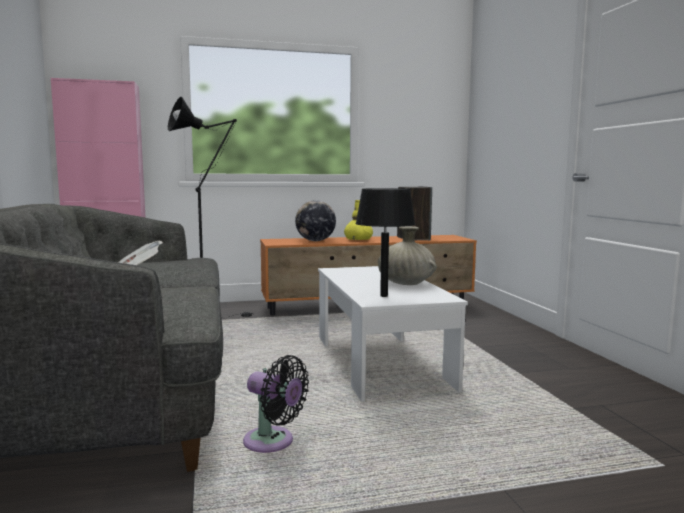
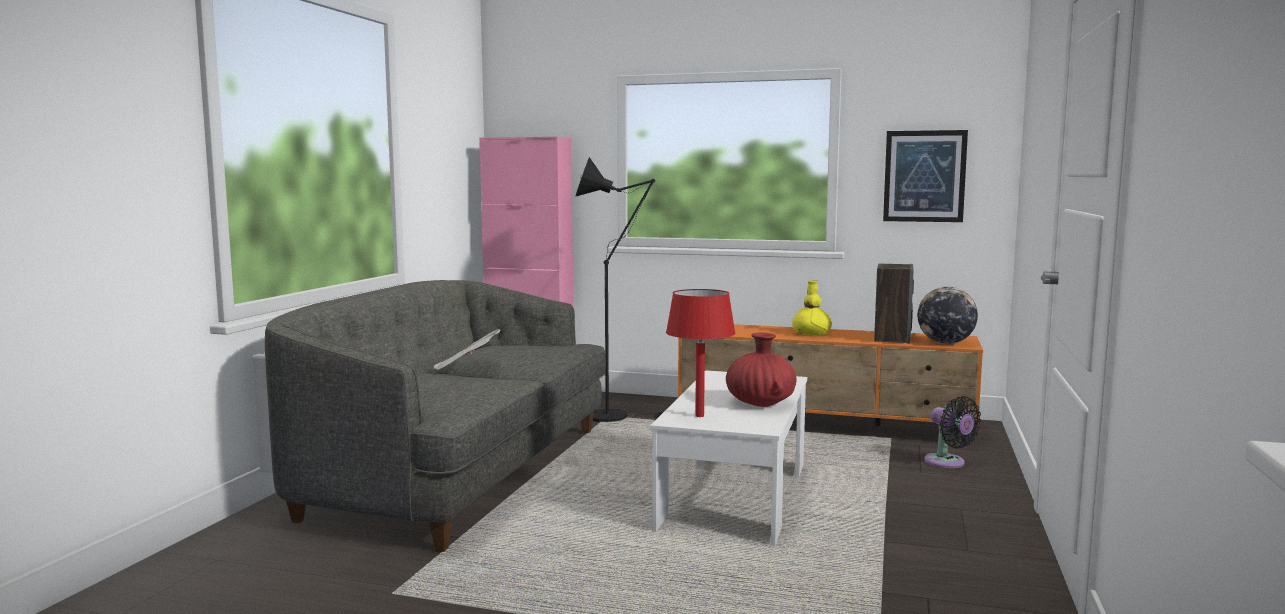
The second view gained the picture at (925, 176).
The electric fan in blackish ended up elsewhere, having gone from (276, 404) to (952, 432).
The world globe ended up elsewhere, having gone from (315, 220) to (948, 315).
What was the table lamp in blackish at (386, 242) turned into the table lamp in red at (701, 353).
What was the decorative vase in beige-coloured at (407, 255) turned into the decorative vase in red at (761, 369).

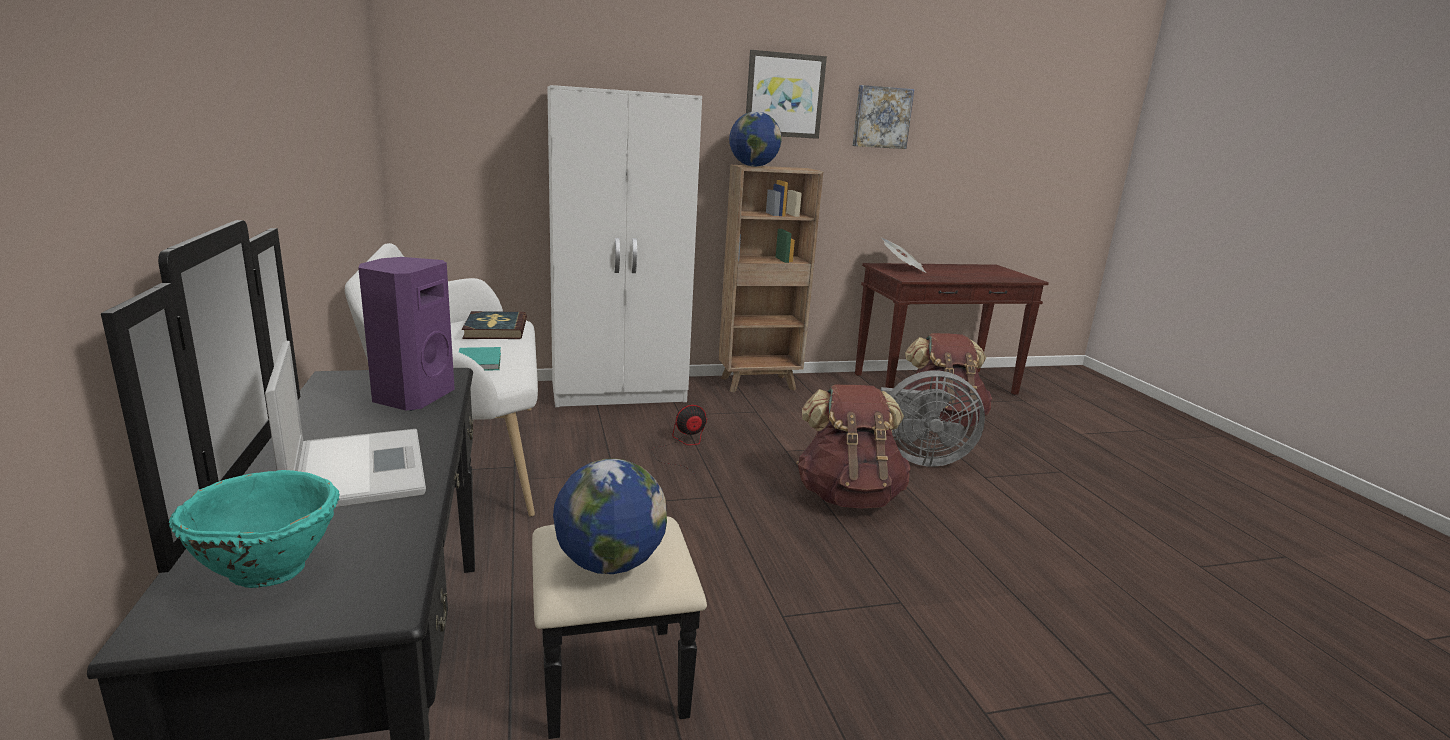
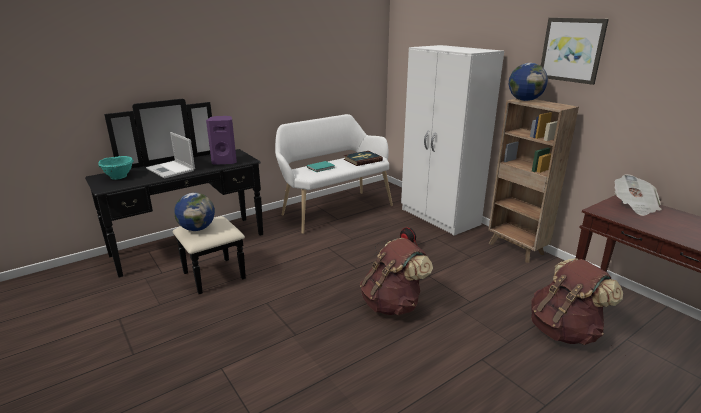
The second view lost the picture at (883, 117).
The second view lost the electric fan in grey at (933, 418).
The notebook computer at (345, 424) ended up facing another way, 90 degrees clockwise from before.

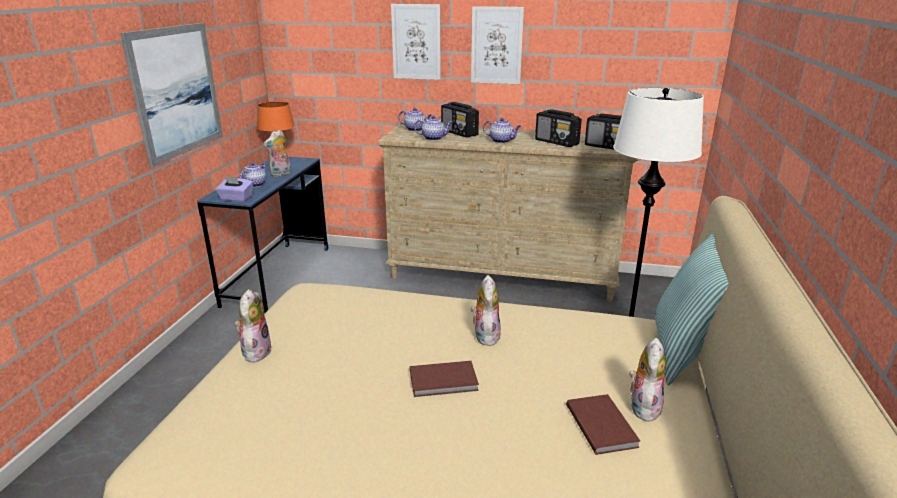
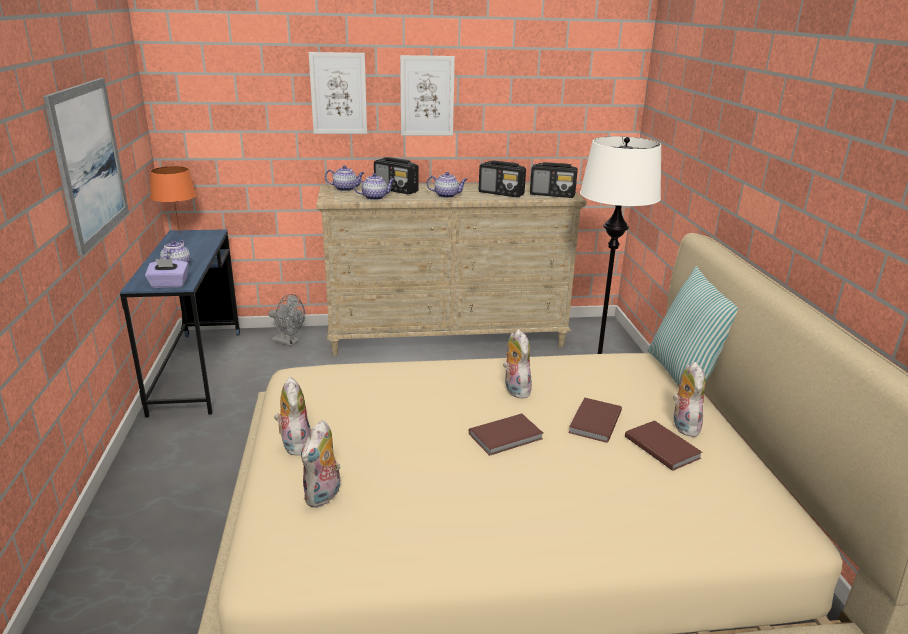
The second view gained the electric fan in grey at (286, 320).
The second view gained the book in brownish at (595, 420).
The plush toy ended up elsewhere, having gone from (277, 153) to (321, 464).

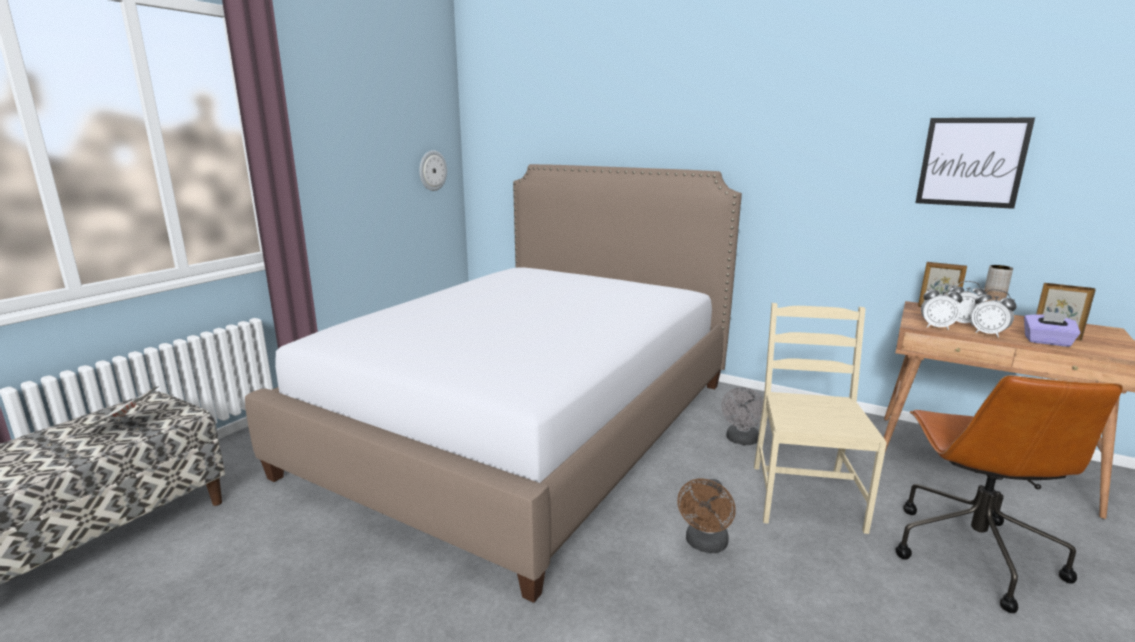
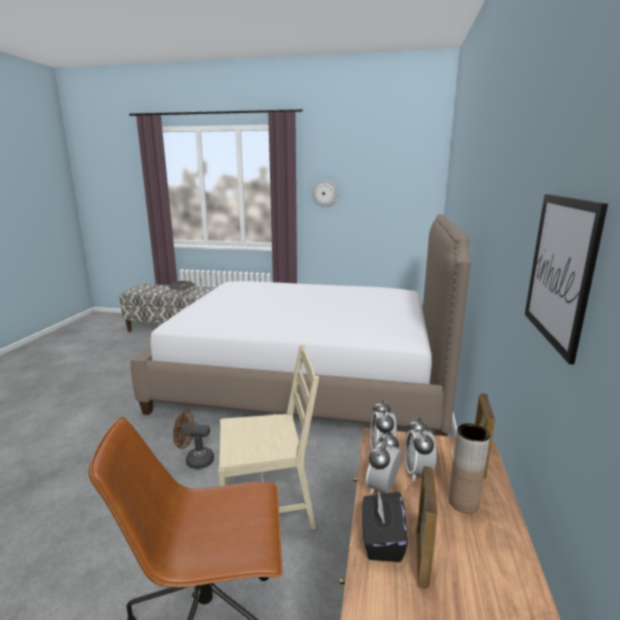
The second view lost the electric fan in grey at (742, 416).
The hanging clock ended up elsewhere, having gone from (433, 170) to (325, 193).
What was the tissue holder in purple-coloured at (1052, 329) turned into the tissue holder in blackish at (385, 526).

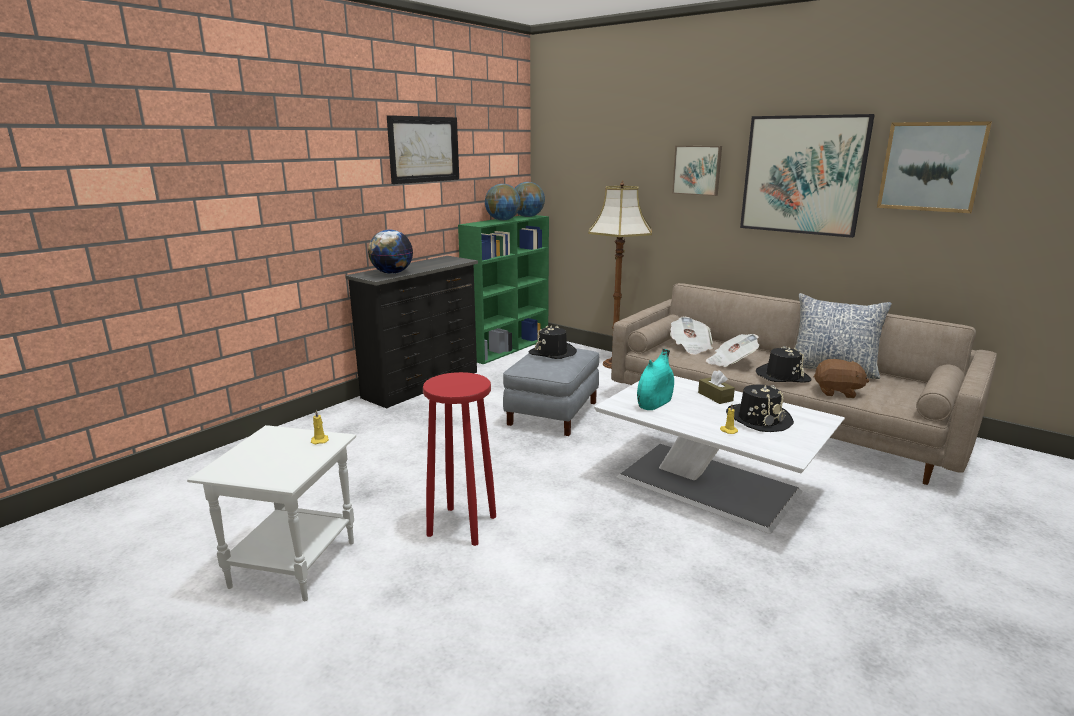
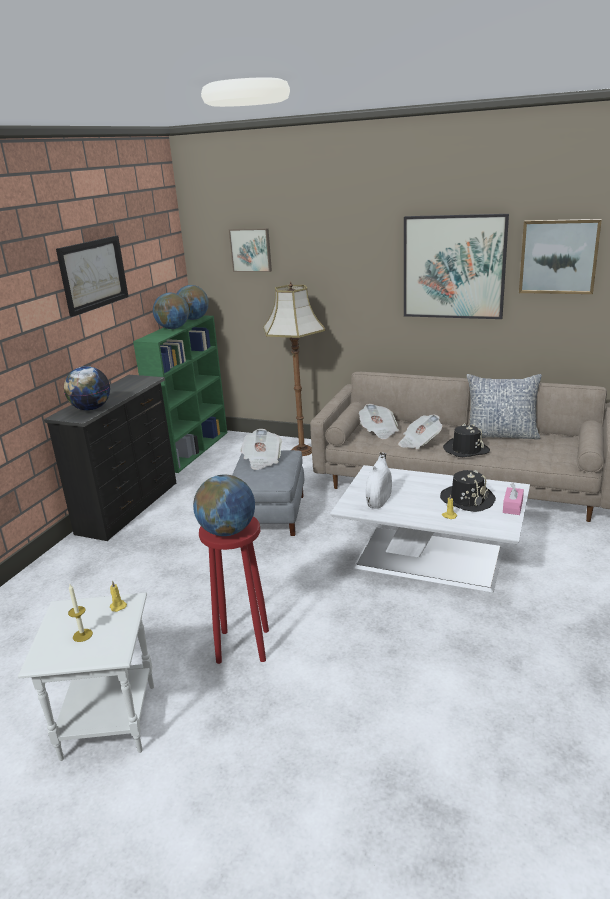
The second view lost the tissue holder in brownish at (716, 387).
The second view lost the plush toy in brownish at (841, 378).
The second view gained the wax candle at (80, 613).
The second view gained the world globe at (224, 505).
The second view gained the tissue holder in pink at (513, 499).
The picture ended up elsewhere, having gone from (697, 171) to (250, 250).
Where the wearable hat in blackish stood at (553, 342), the daily paper came to stand at (261, 449).
What was the decorative vase in turquoise-coloured at (655, 379) turned into the decorative vase in whitish at (379, 480).

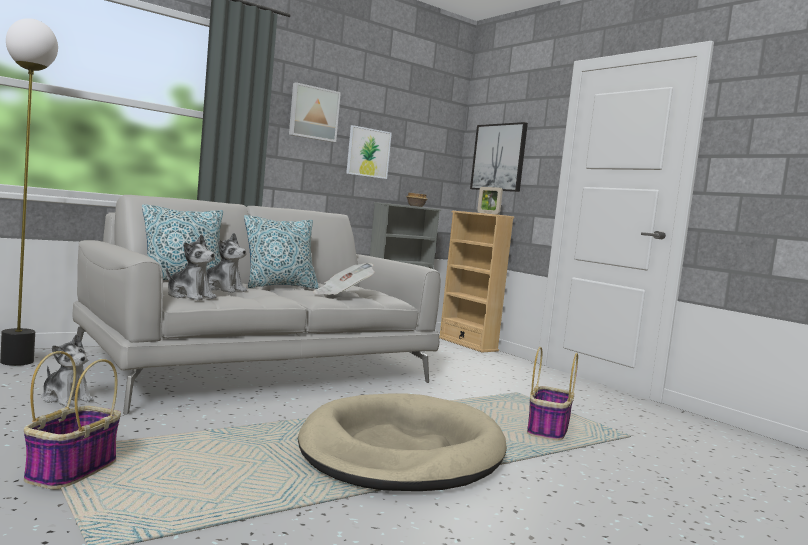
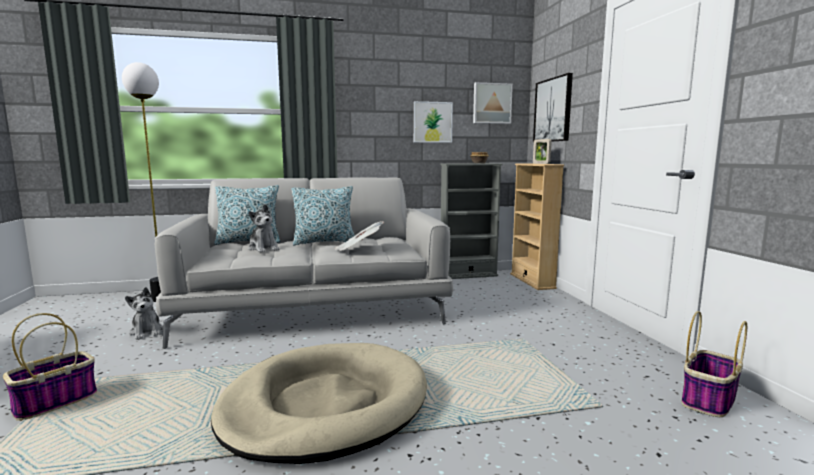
The second view lost the plush toy at (191, 267).
The picture ended up elsewhere, having gone from (315, 112) to (493, 103).
The household basket ended up elsewhere, having gone from (552, 393) to (714, 364).

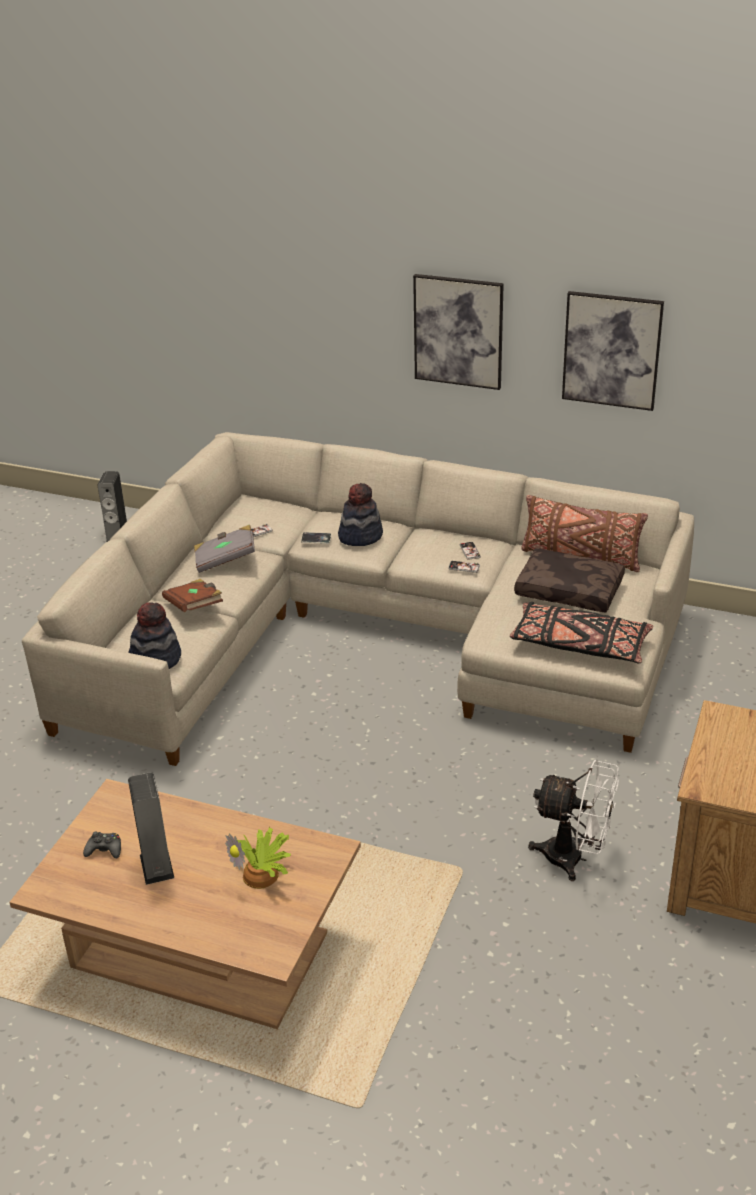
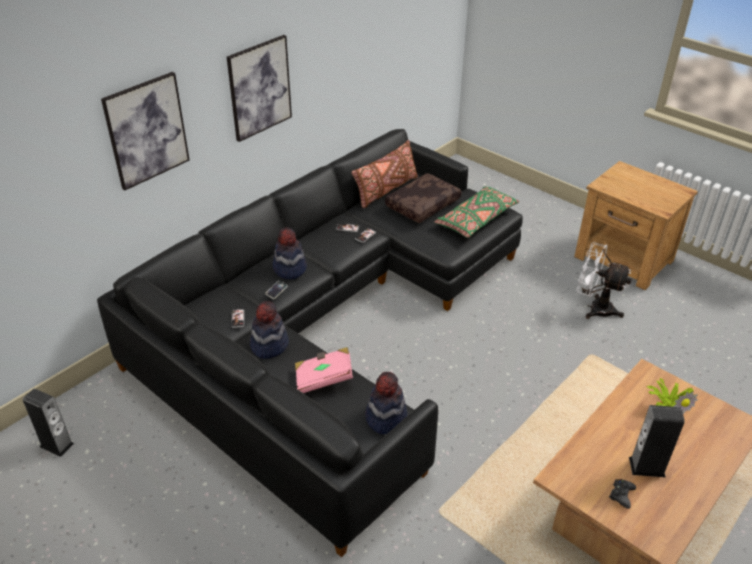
The picture ended up elsewhere, having gone from (613, 351) to (145, 131).
Where the book in grey stood at (224, 549), the wearable hat came to stand at (269, 330).
What was the sofa in beige-coloured at (358, 599) turned into the sofa in blackish at (310, 343).
What was the book in brownish at (192, 595) turned into the book in pink at (324, 370).
What was the throw pillow in blackish at (581, 632) turned into the throw pillow in green-coloured at (476, 212).
The electric fan in whitish at (573, 820) ended up facing another way, 105 degrees counterclockwise from before.

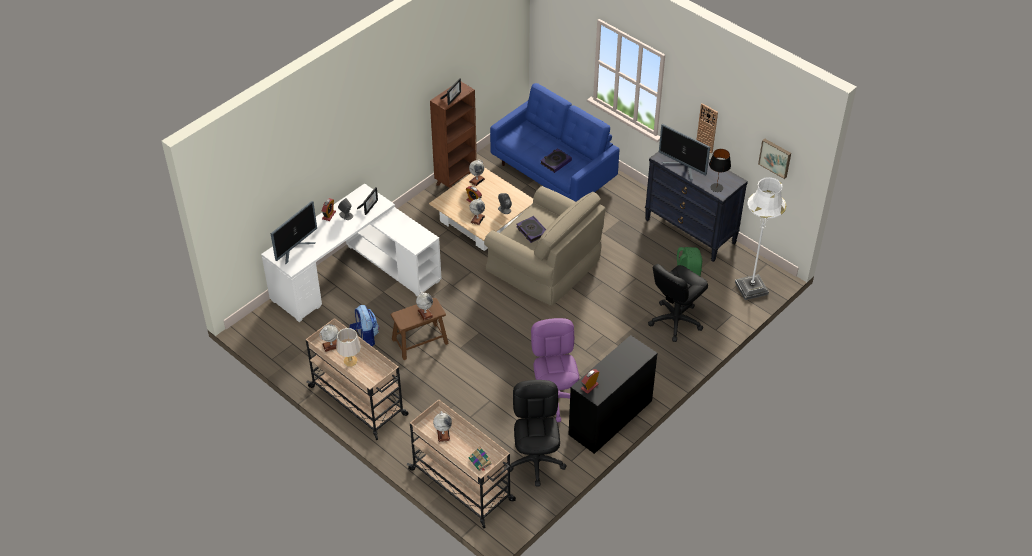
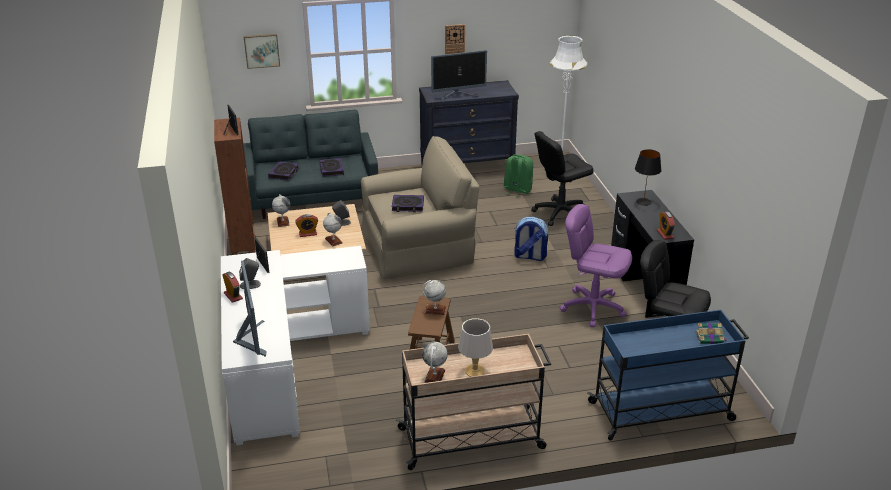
The second view lost the world globe at (442, 426).
The second view gained the book at (283, 171).
The knapsack ended up elsewhere, having gone from (364, 325) to (531, 239).
The table lamp in blackish ended up elsewhere, having gone from (720, 170) to (648, 177).
The picture ended up elsewhere, having gone from (774, 158) to (261, 51).
What was the cart in beige-coloured at (461, 463) turned into the cart in bluish at (668, 375).
What was the sofa in bluish at (555, 142) turned into the sofa in grey at (310, 164).
The desk chair in blackish at (678, 303) ended up facing another way, 75 degrees clockwise from before.

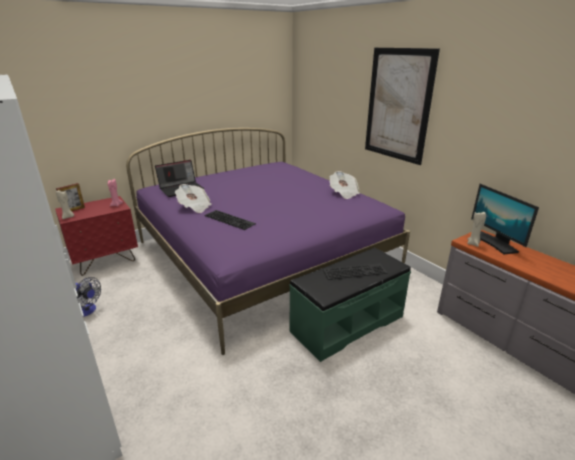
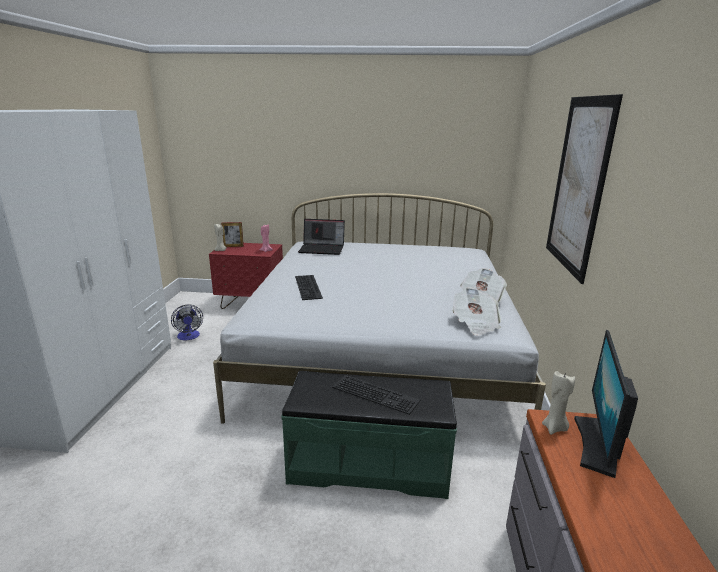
The daily paper ended up elsewhere, having gone from (193, 198) to (476, 311).
What was the bed in purple-coloured at (268, 241) turned into the bed in whitish at (379, 308).

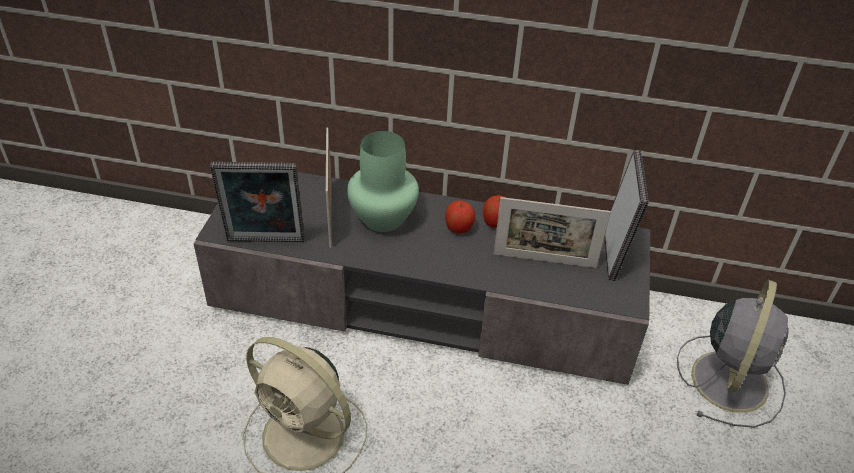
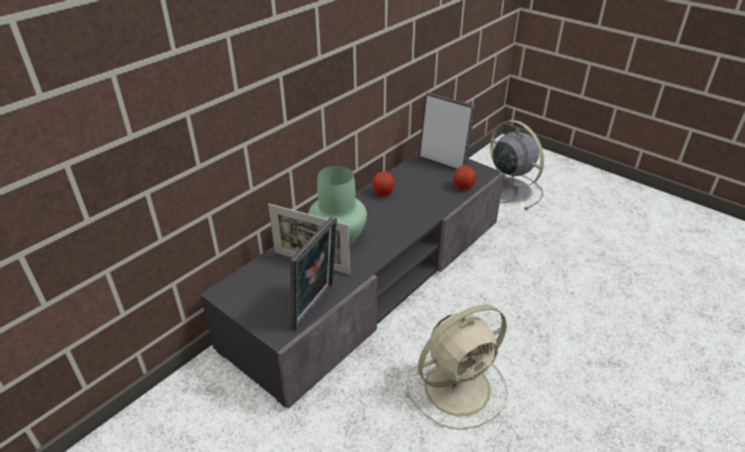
The second view lost the standing frame at (552, 232).
The whole apple ended up elsewhere, having gone from (460, 217) to (464, 178).

